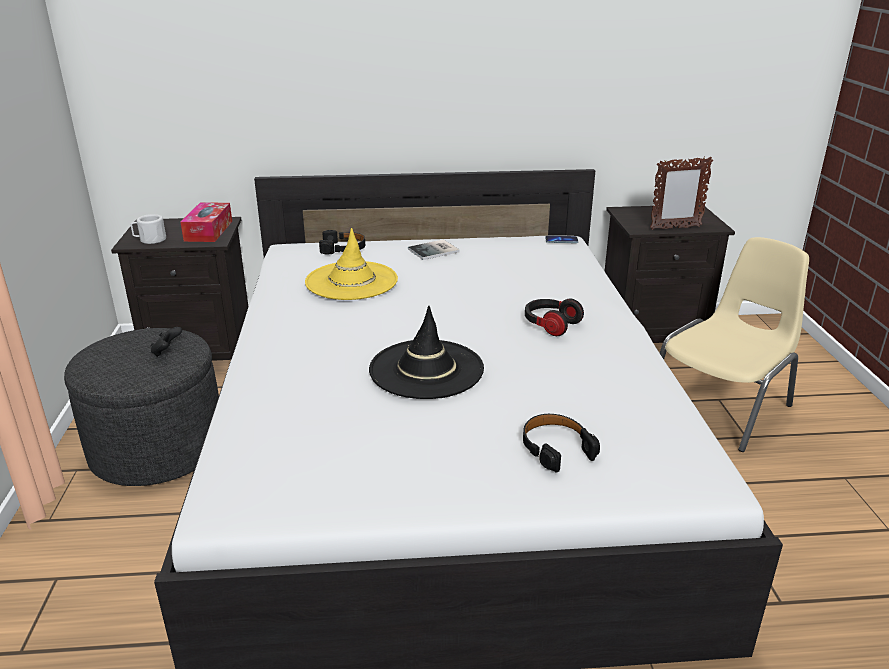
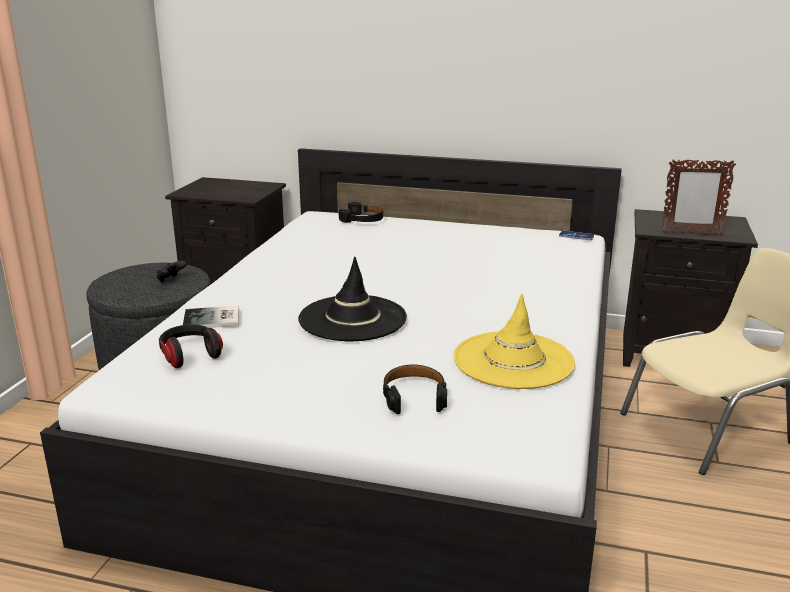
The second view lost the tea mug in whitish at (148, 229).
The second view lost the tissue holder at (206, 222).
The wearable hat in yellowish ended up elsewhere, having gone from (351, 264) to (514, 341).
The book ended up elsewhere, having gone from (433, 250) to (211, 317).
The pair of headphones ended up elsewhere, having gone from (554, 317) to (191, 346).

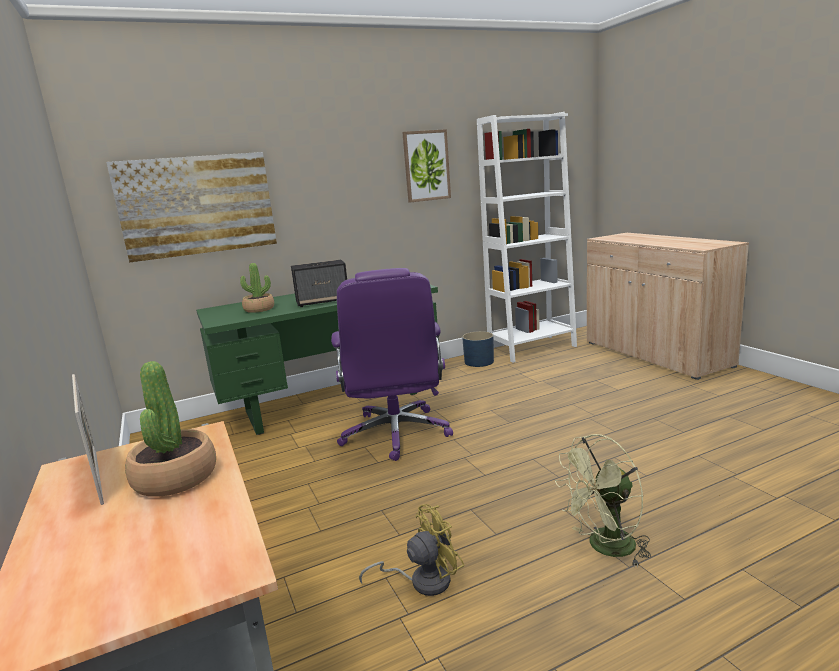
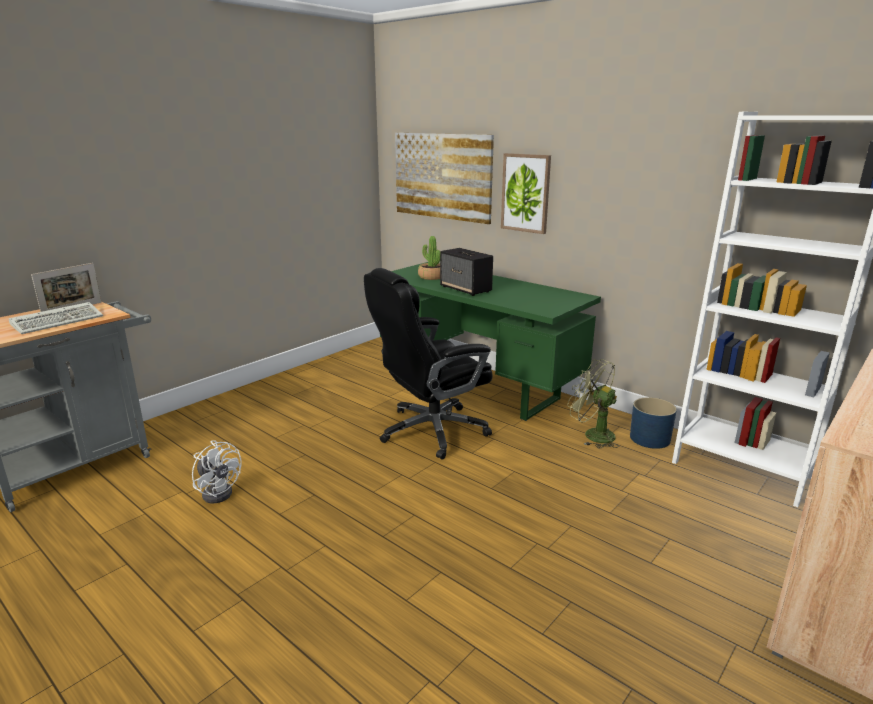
The picture ended up elsewhere, having gone from (426, 165) to (526, 193).
The electric fan in green-coloured ended up elsewhere, having gone from (603, 501) to (593, 403).
Where the plant in a pot stood at (170, 429), the keyboard came to stand at (55, 318).
What was the desk chair in purple-coloured at (392, 364) turned into the desk chair in blackish at (428, 364).
What was the electric fan in yellowish at (411, 550) turned into the electric fan in whitish at (217, 472).

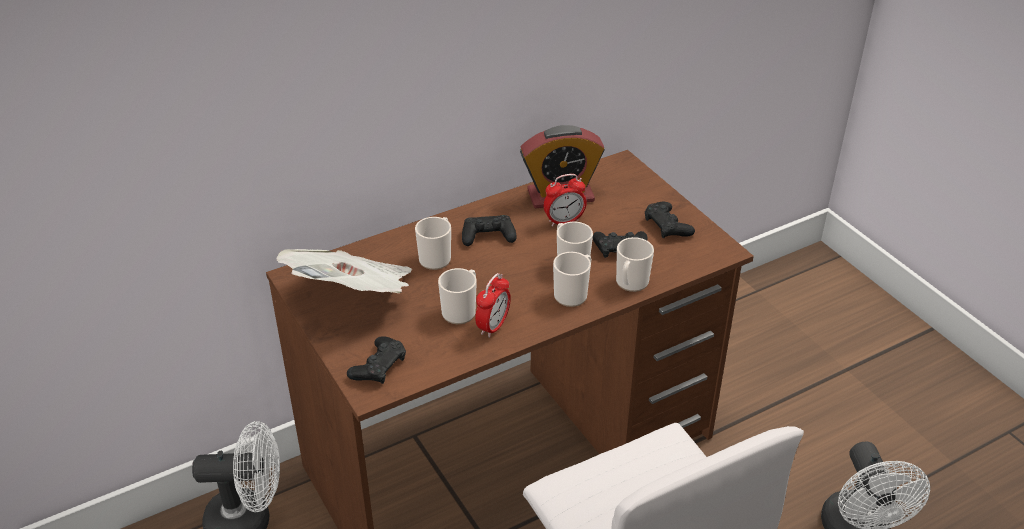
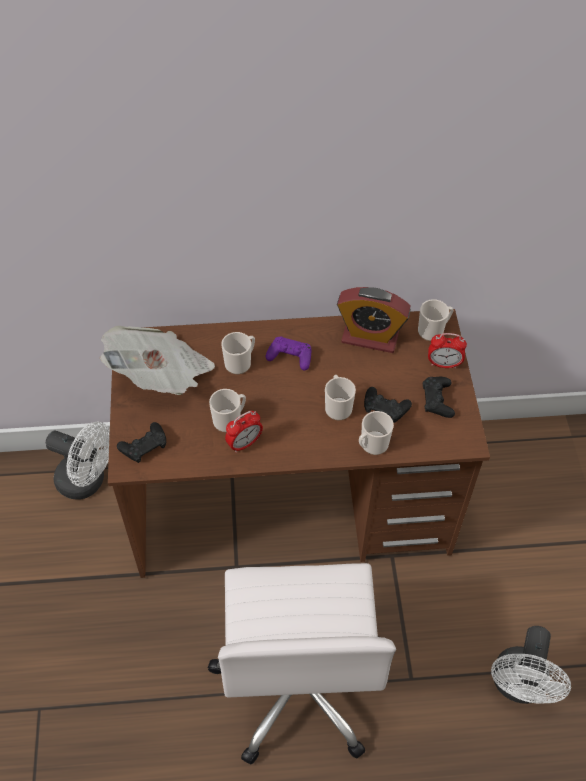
The alarm clock ended up elsewhere, having gone from (565, 200) to (447, 350).
The tea mug ended up elsewhere, having gone from (572, 279) to (435, 320).
What was the joypad in blackish at (489, 230) turned into the joypad in purple-coloured at (288, 353).

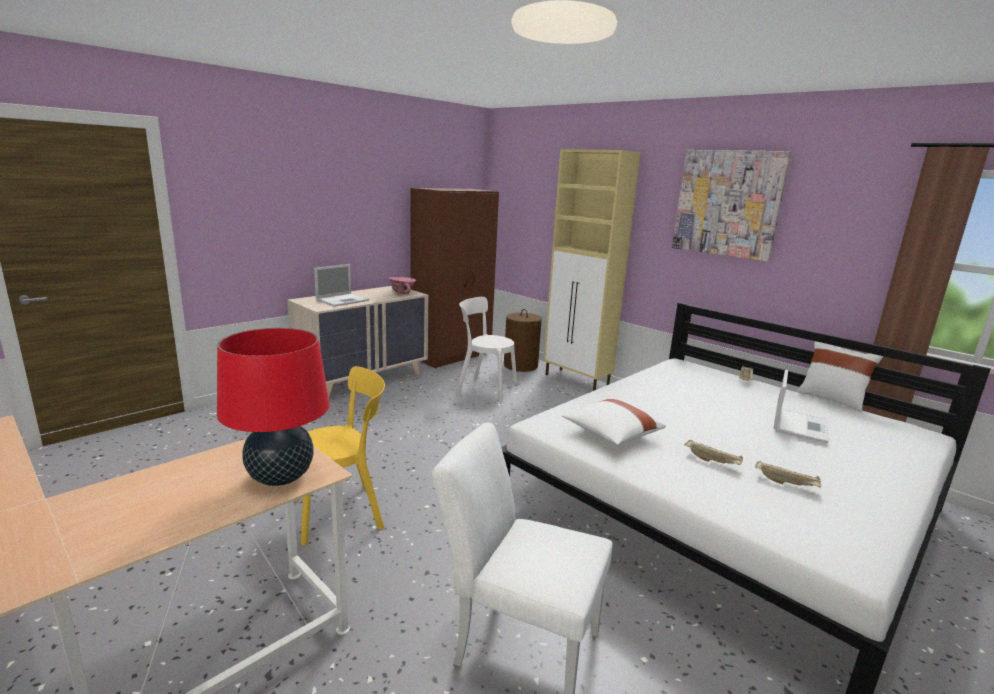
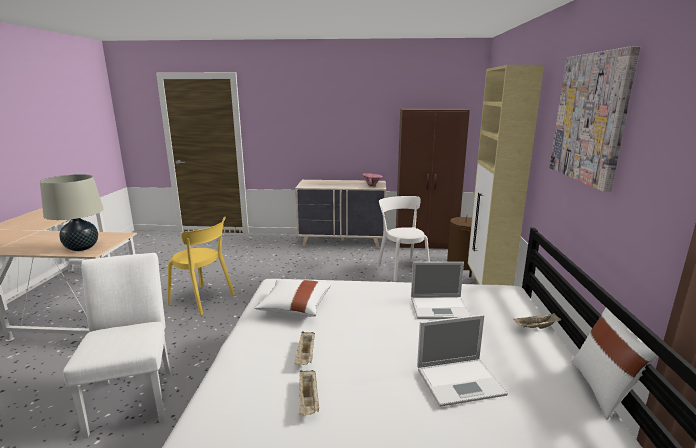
The notebook computer ended up elsewhere, having gone from (341, 285) to (441, 290).
What was the table lamp in red at (273, 407) turned into the table lamp in beige-coloured at (72, 212).

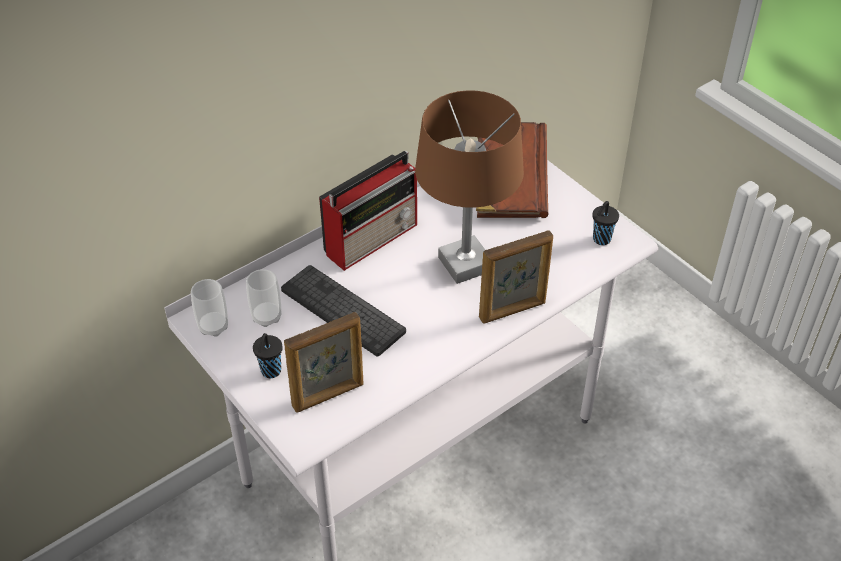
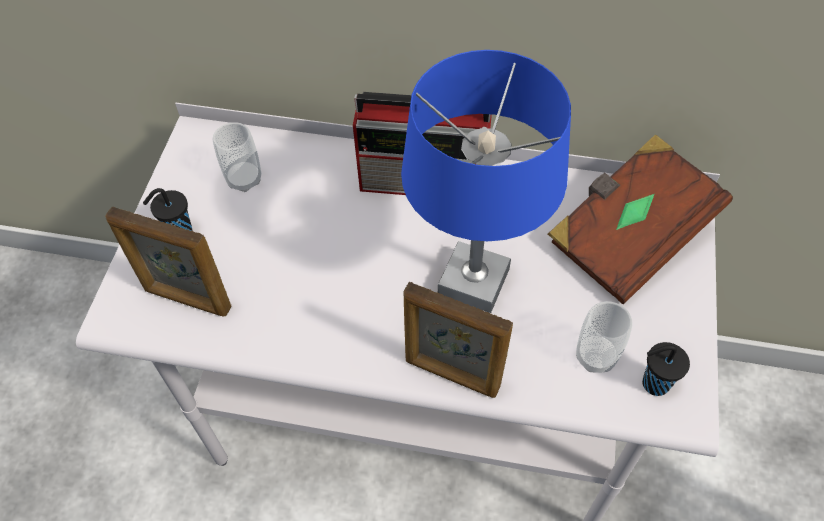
The second view lost the keyboard at (343, 311).
The small cup ended up elsewhere, having gone from (209, 308) to (604, 337).
What was the table lamp in brownish at (469, 187) turned into the table lamp in bluish at (486, 181).

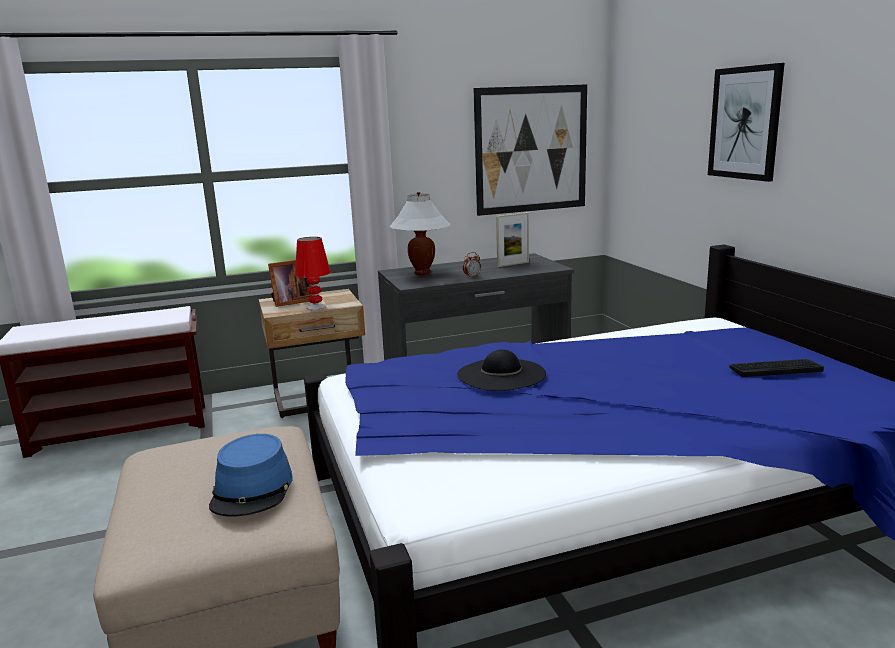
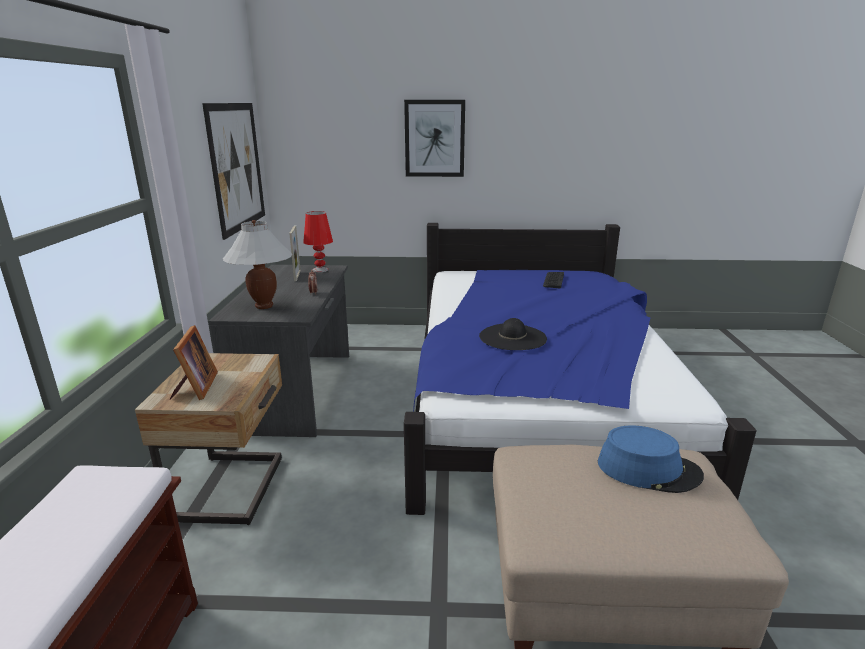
The table lamp in red ended up elsewhere, having gone from (313, 274) to (318, 241).

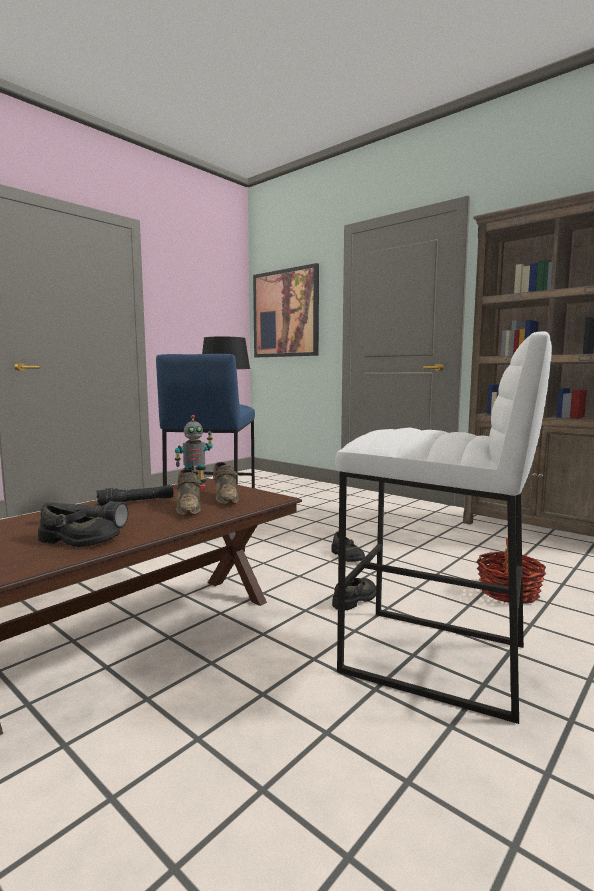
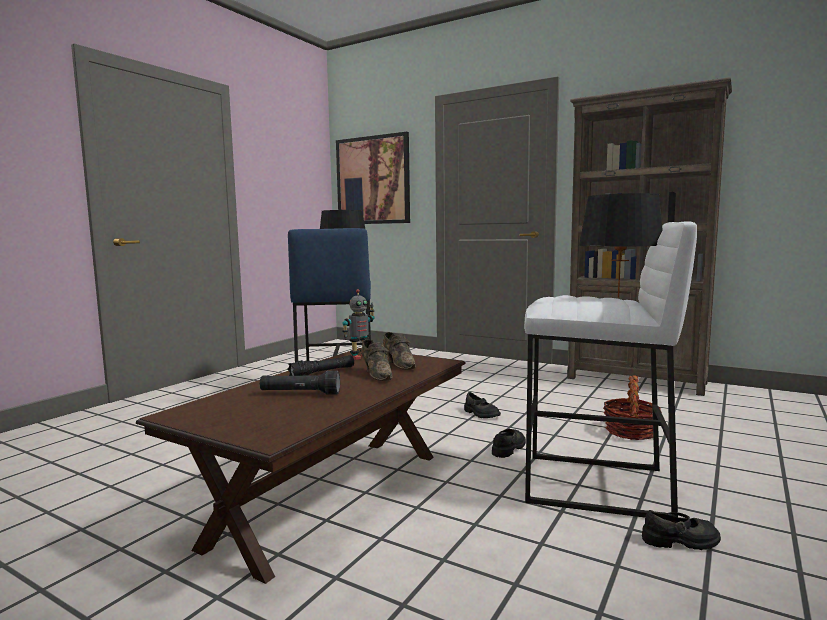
The second view gained the table lamp in blackish at (621, 245).
The shoe in blackish ended up elsewhere, having gone from (79, 525) to (681, 530).

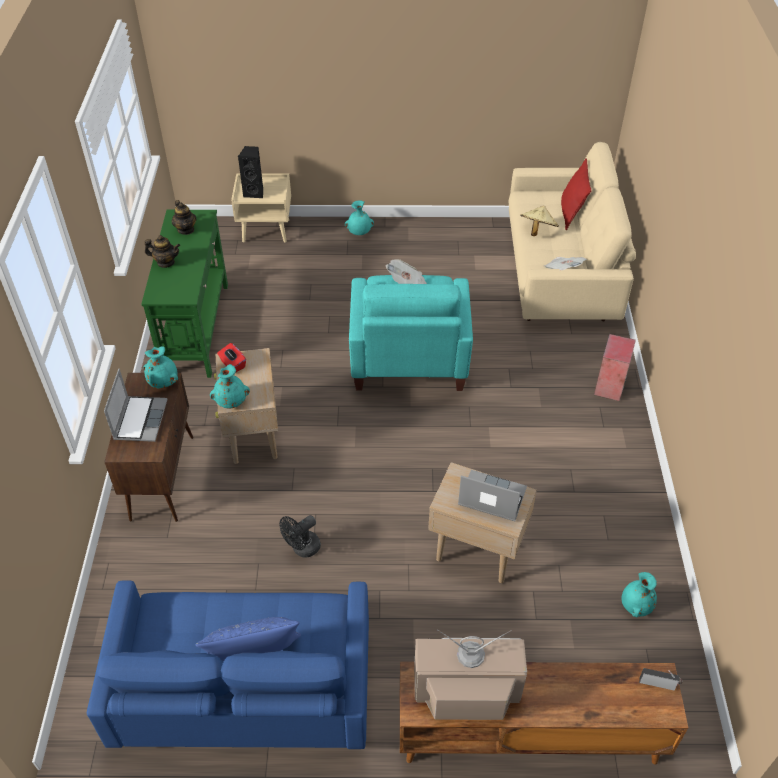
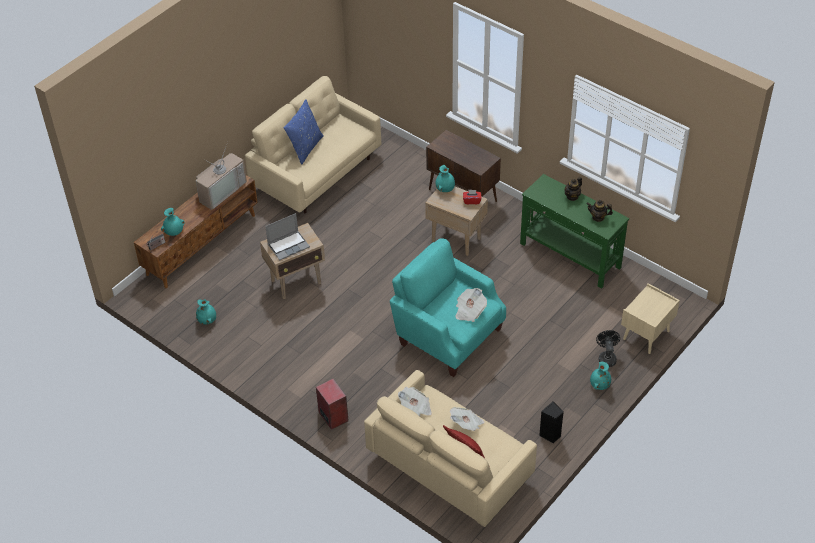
The second view lost the notebook computer at (135, 405).
The decorative vase in turquoise-coloured ended up elsewhere, having gone from (160, 367) to (173, 222).
The audio speaker in blackish ended up elsewhere, having gone from (250, 172) to (551, 422).
The electric fan in blackish ended up elsewhere, having gone from (300, 536) to (608, 348).
Where the wearable hat in beige-coloured stood at (539, 221), the daily paper came to stand at (467, 419).
What was the sofa in bluish at (228, 664) turned into the sofa in beige-coloured at (313, 144).

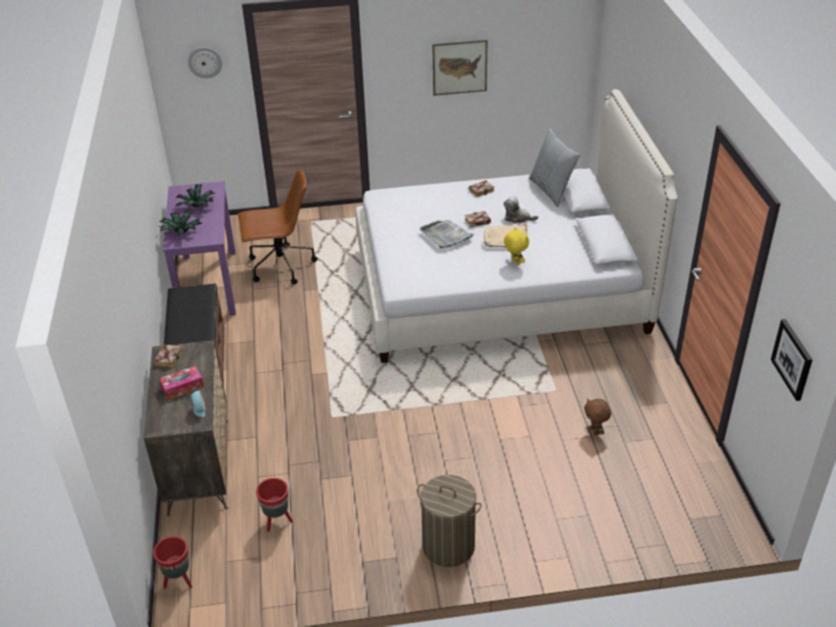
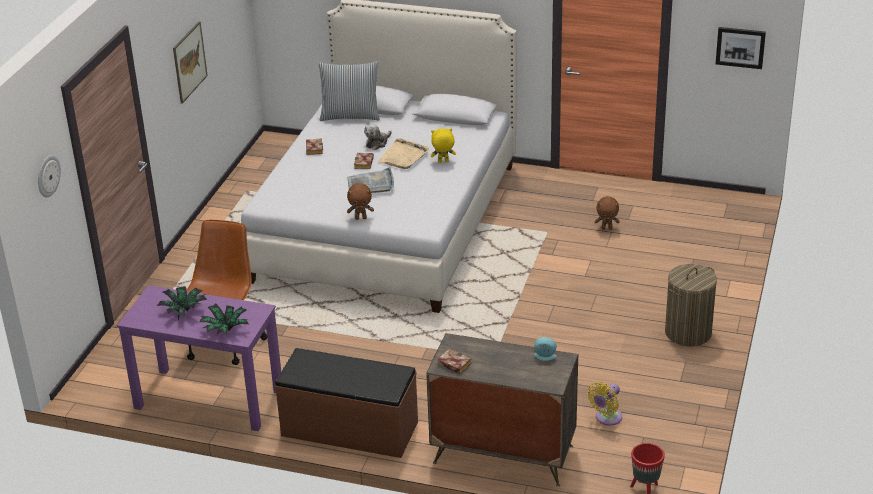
The second view lost the tissue holder at (181, 383).
The second view gained the plush toy in brownish at (360, 201).
Where the flower pot in red stood at (274, 505), the electric fan in yellowish came to stand at (604, 404).

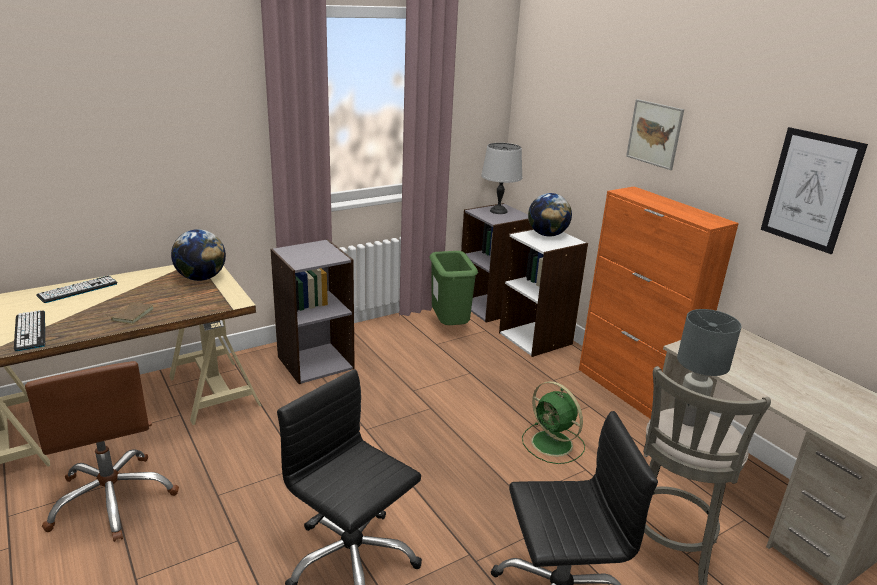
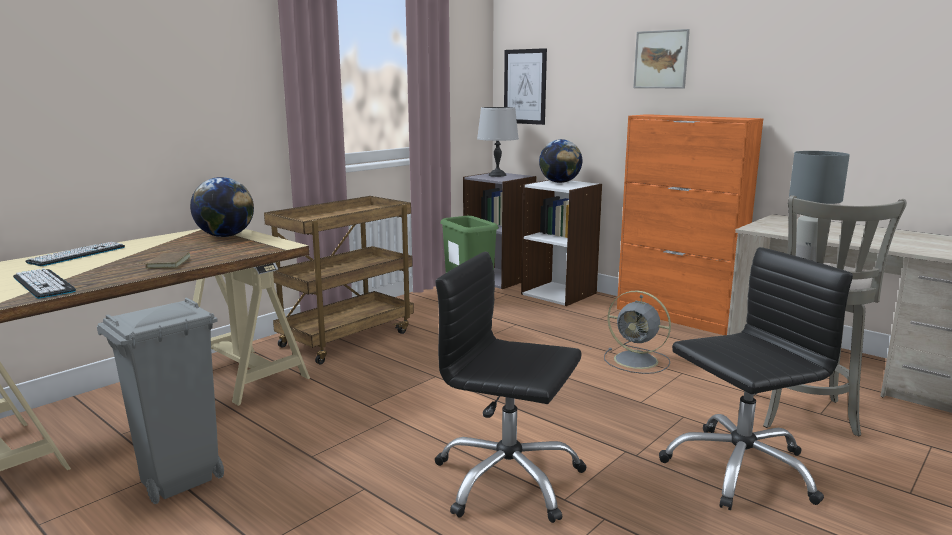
The picture ended up elsewhere, having gone from (814, 190) to (525, 86).
Where the desk chair in brownish stood at (102, 451), the rubbish bin in grey came to stand at (160, 400).
Where the bookcase in grey stood at (312, 311), the cart in brownish came to stand at (339, 280).
What was the electric fan in green-coloured at (553, 422) turned into the electric fan in grey at (637, 332).

